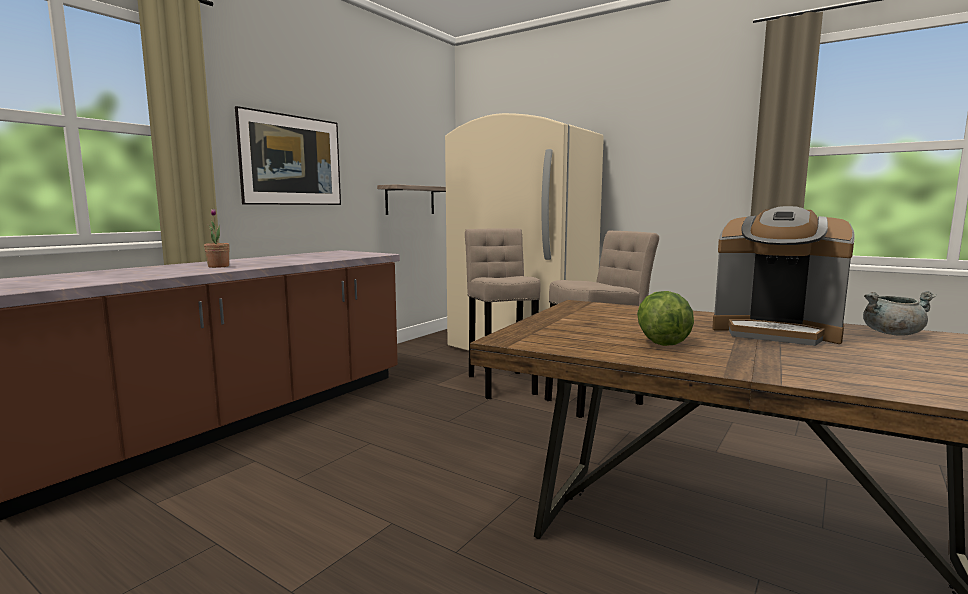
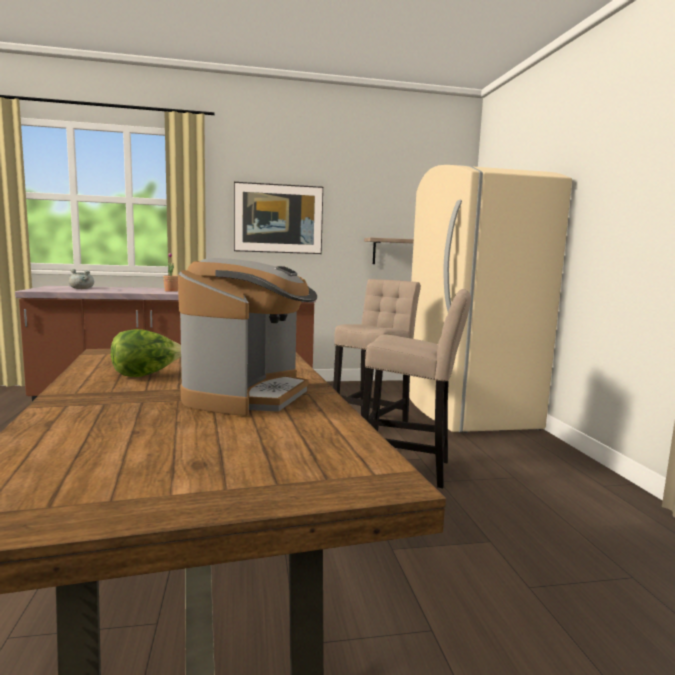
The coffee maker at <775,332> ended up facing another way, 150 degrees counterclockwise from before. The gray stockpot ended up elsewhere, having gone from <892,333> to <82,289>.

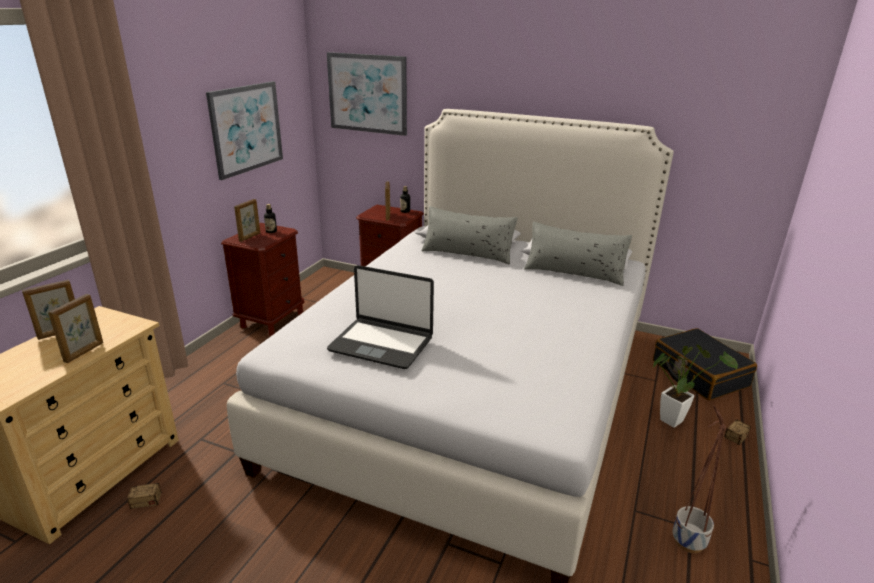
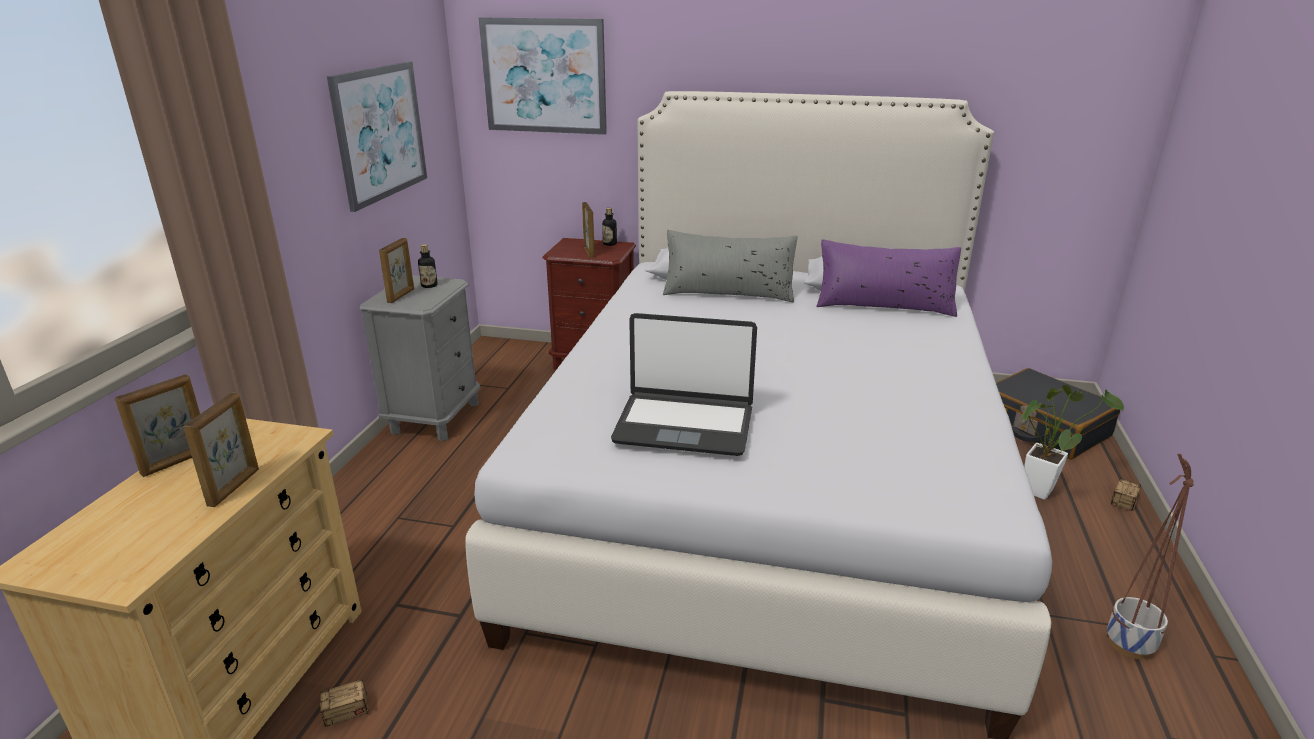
What was the gray throw pillow at <574,272> turned into the purple throw pillow at <884,305>. What was the brown night table at <272,319> turned into the gray night table at <435,417>.

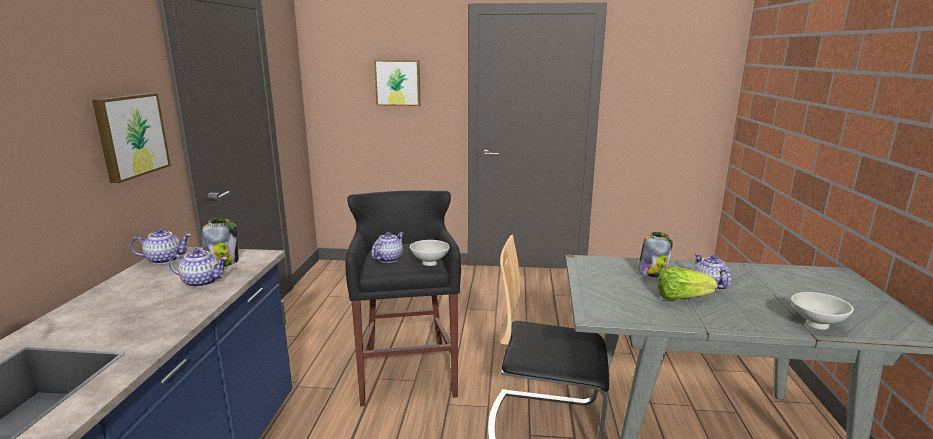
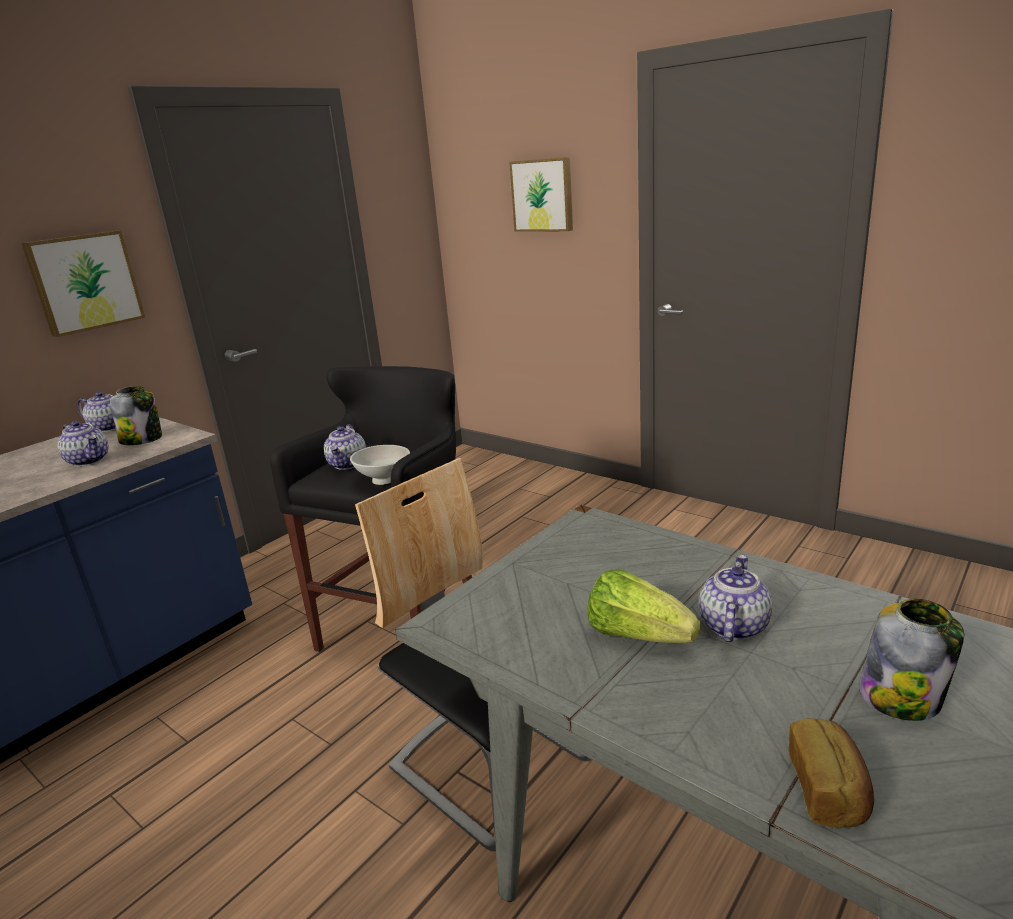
The teapot at <388,259> ended up facing another way, 120 degrees clockwise from before. The storage jar ended up elsewhere, having gone from <652,272> to <902,696>. Where the white bowl stood at <816,325>, the bakery bread came to stand at <829,790>.

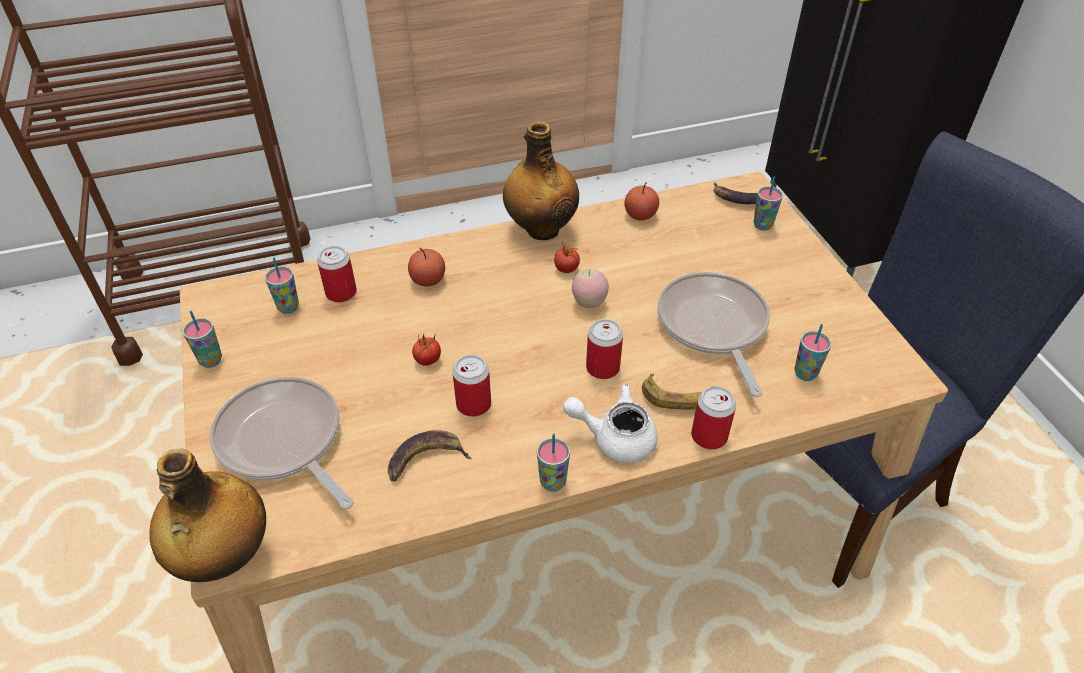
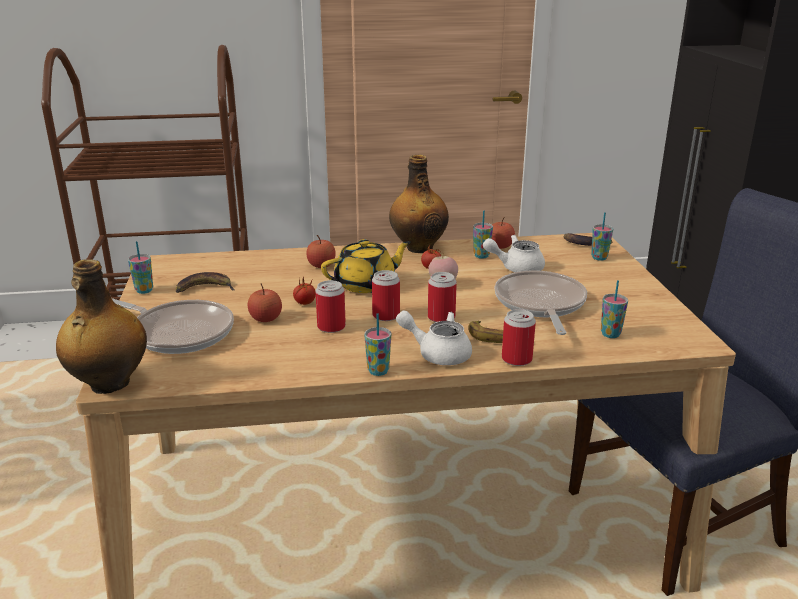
The metal can ended up elsewhere, having gone from <341,293> to <386,316>. The small cup ended up elsewhere, having gone from <288,307> to <481,256>. The skillet at <283,442> ended up facing another way, 150 degrees clockwise from before. The whole banana ended up elsewhere, having gone from <425,459> to <204,288>. The second view gained the white teapot at <516,268>. The second view gained the yellow teapot at <366,284>. The second view gained the apple fruit at <265,319>.

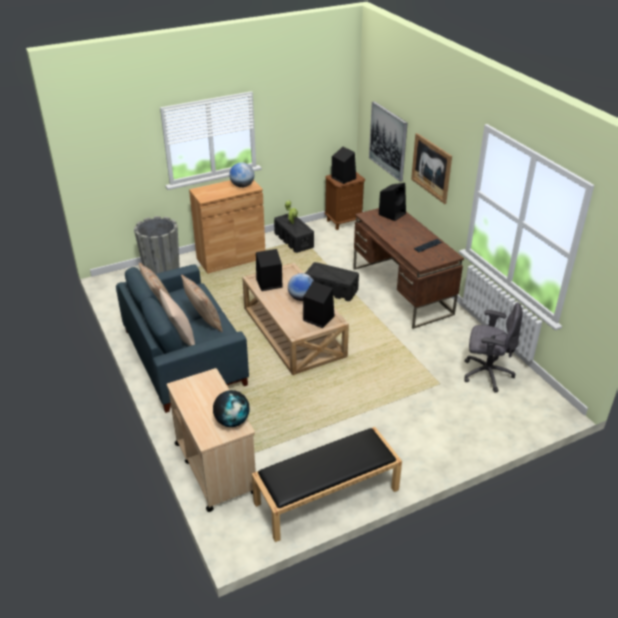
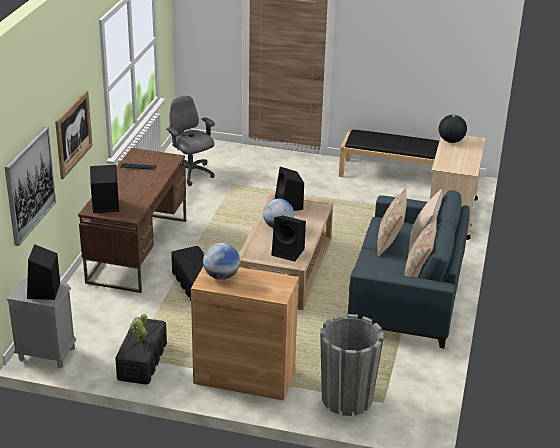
What was the brown night table at <344,221> turned into the gray night table at <46,354>.

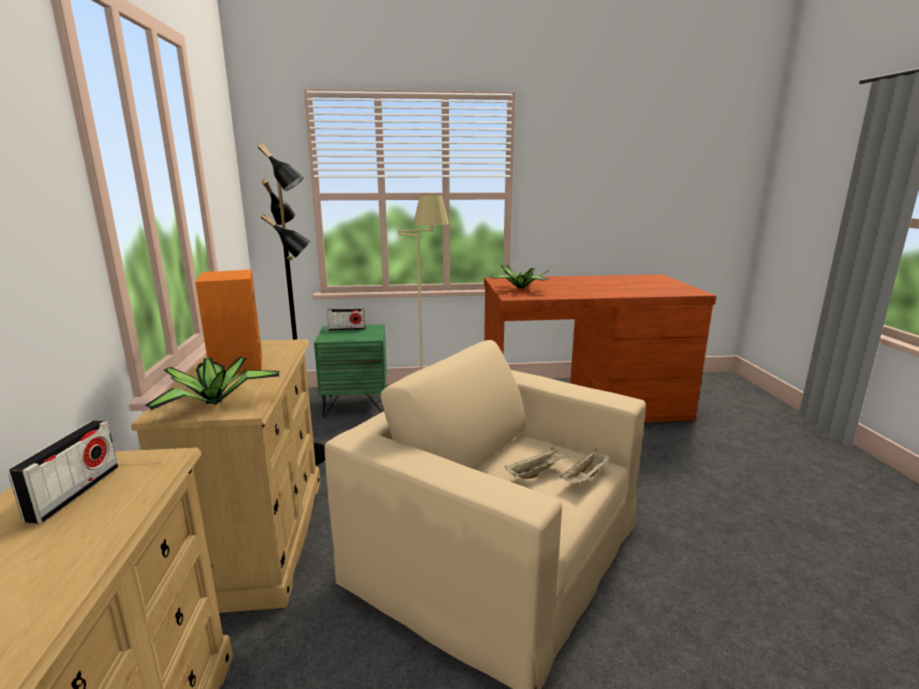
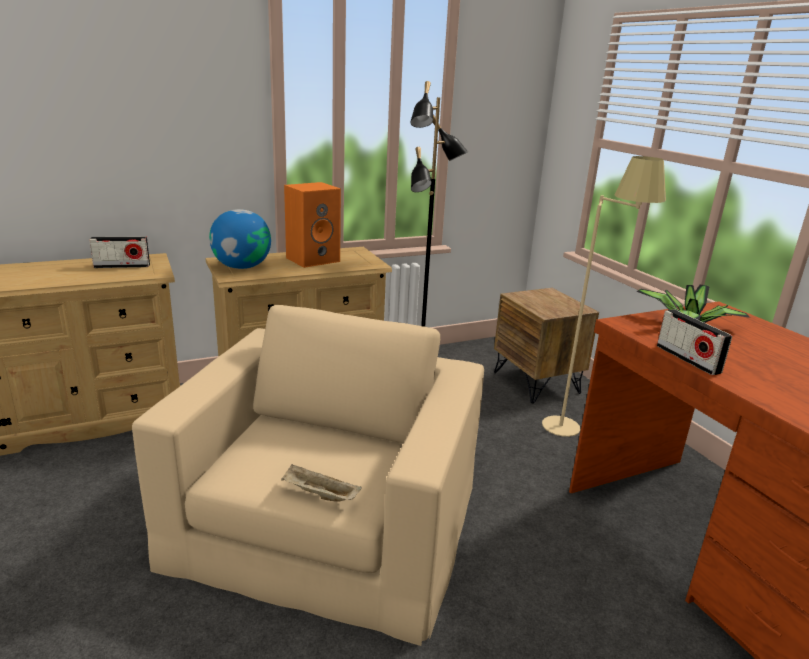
The radio set ended up elsewhere, having gone from <347,329> to <687,359>. What was the green night table at <356,404> turned into the brown night table at <537,383>. Where the plant in a pot stood at <214,402>, the world globe came to stand at <242,267>. The second view lost the beige serving tray at <536,472>.

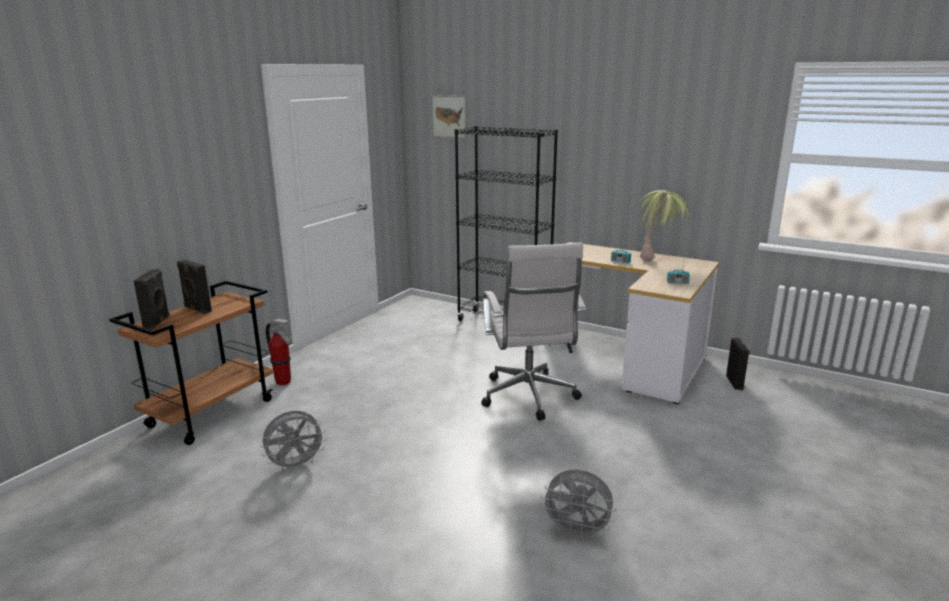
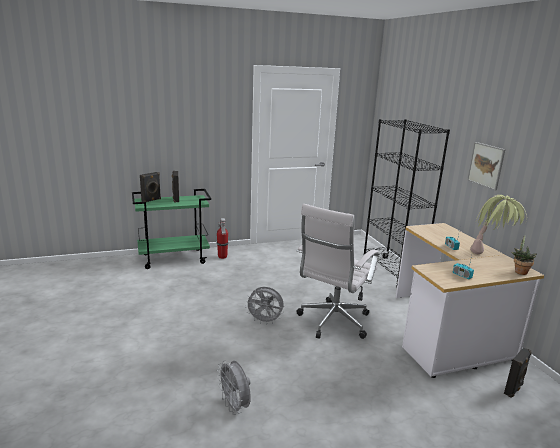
The picture ended up elsewhere, having gone from <449,116> to <486,165>. What was the brown wheeled cart at <212,413> turned into the green wheeled cart at <174,258>. The gray fan ended up elsewhere, having gone from <296,465> to <265,321>. The second view gained the plant in a pot at <519,271>.

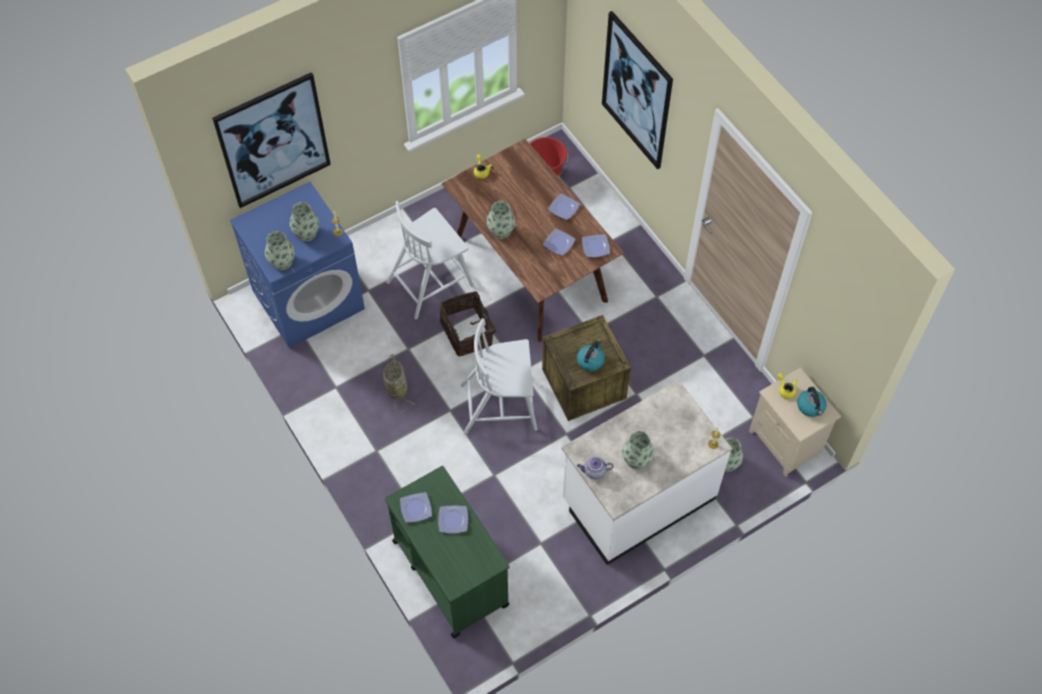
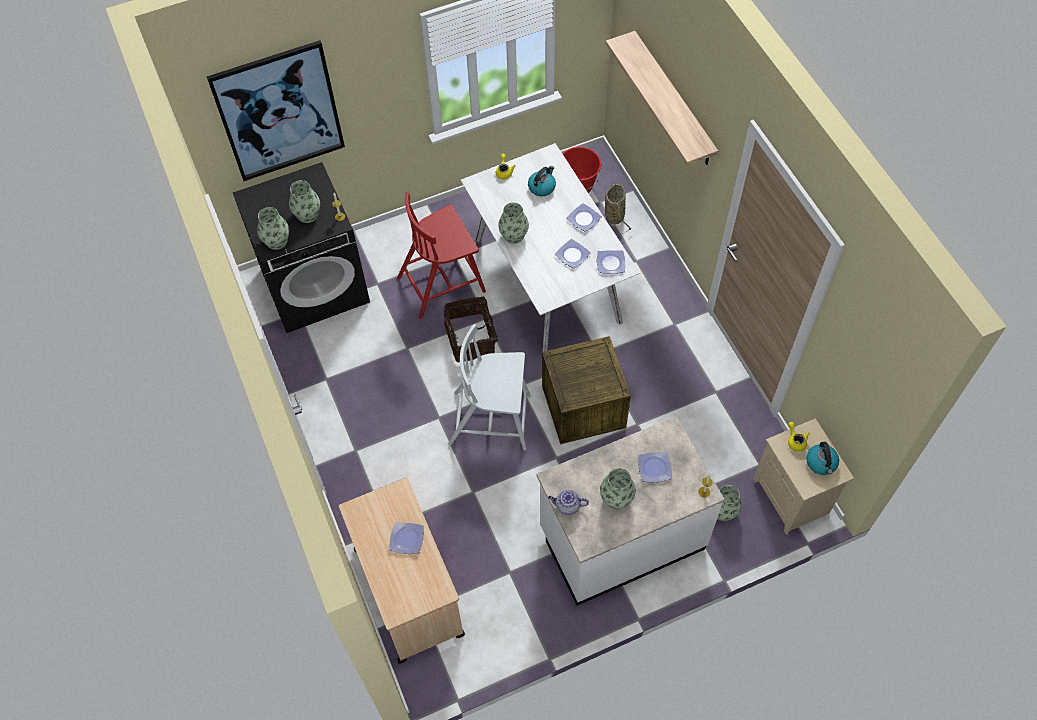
Where the picture hung at <637,91>, the shelf came to hang at <673,100>. What was the brown dinner table at <529,268> turned into the white dinner table at <546,280>. What was the blue washing machine at <308,299> turned into the black washing machine at <315,285>. What was the white chair at <431,283> turned into the red-coloured chair at <442,283>. The tea kettle ended up elsewhere, having gone from <590,360> to <542,187>. The basket ended up elsewhere, having gone from <397,388> to <614,215>. What was the green wheeled cart at <450,572> turned into the beige wheeled cart at <408,590>. The dinner plate ended up elsewhere, having gone from <415,509> to <654,469>.

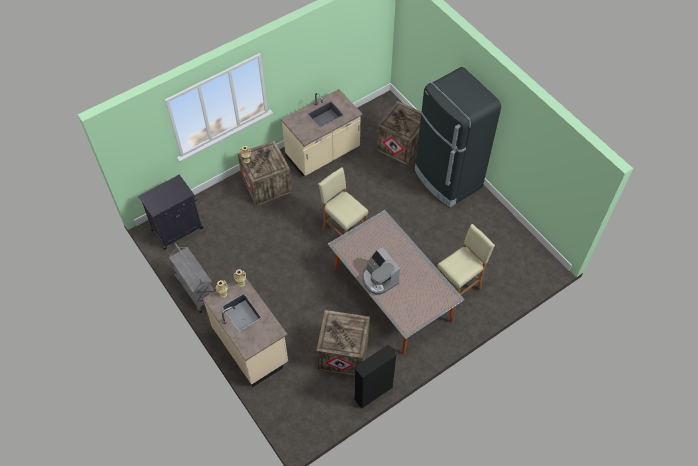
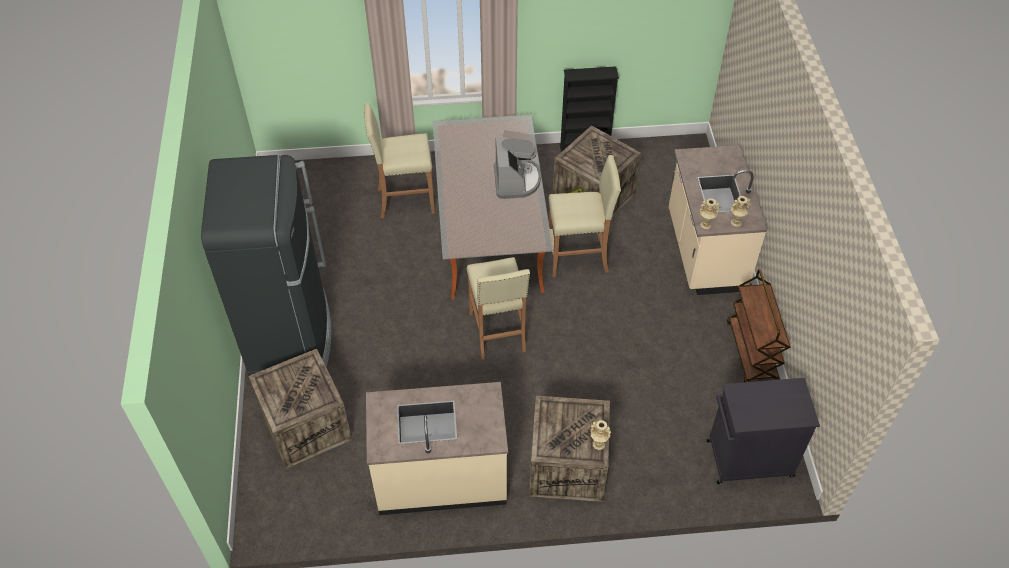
What was the gray wheeled cart at <196,289> turned into the brown wheeled cart at <752,352>. The second view gained the beige stool seat at <578,258>.

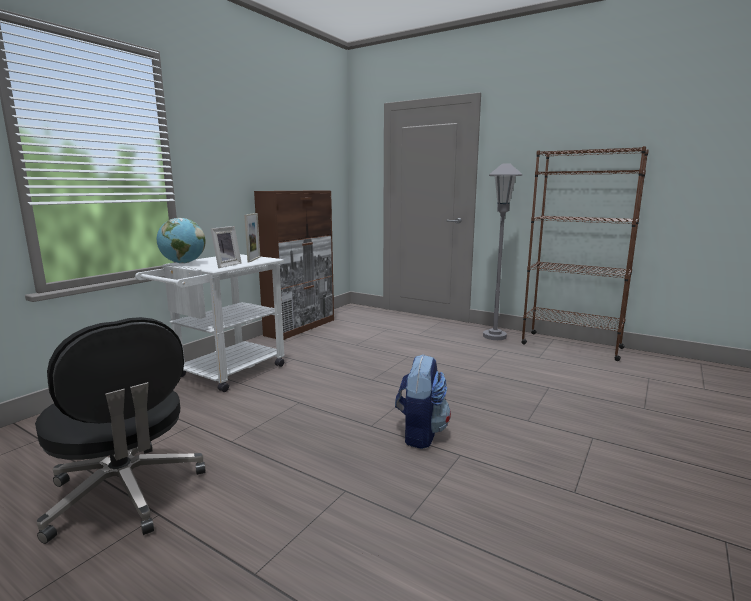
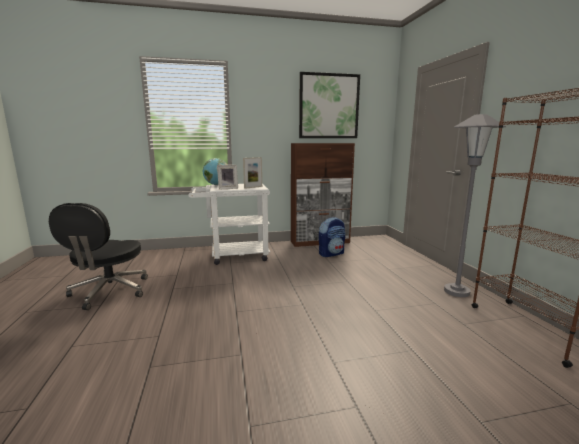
The rucksack ended up elsewhere, having gone from <420,433> to <331,254>. The second view gained the picture at <329,106>.

